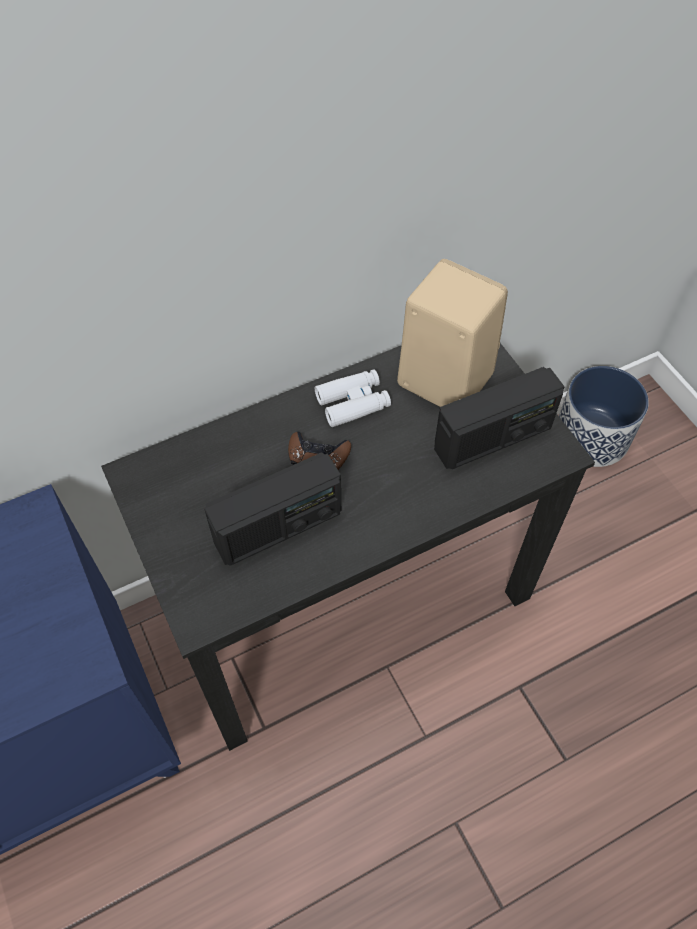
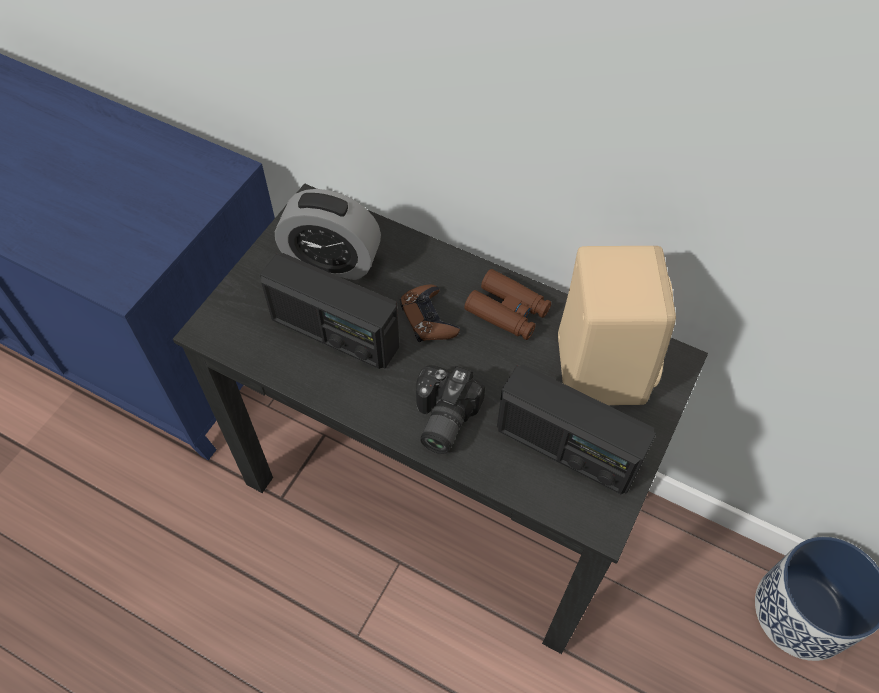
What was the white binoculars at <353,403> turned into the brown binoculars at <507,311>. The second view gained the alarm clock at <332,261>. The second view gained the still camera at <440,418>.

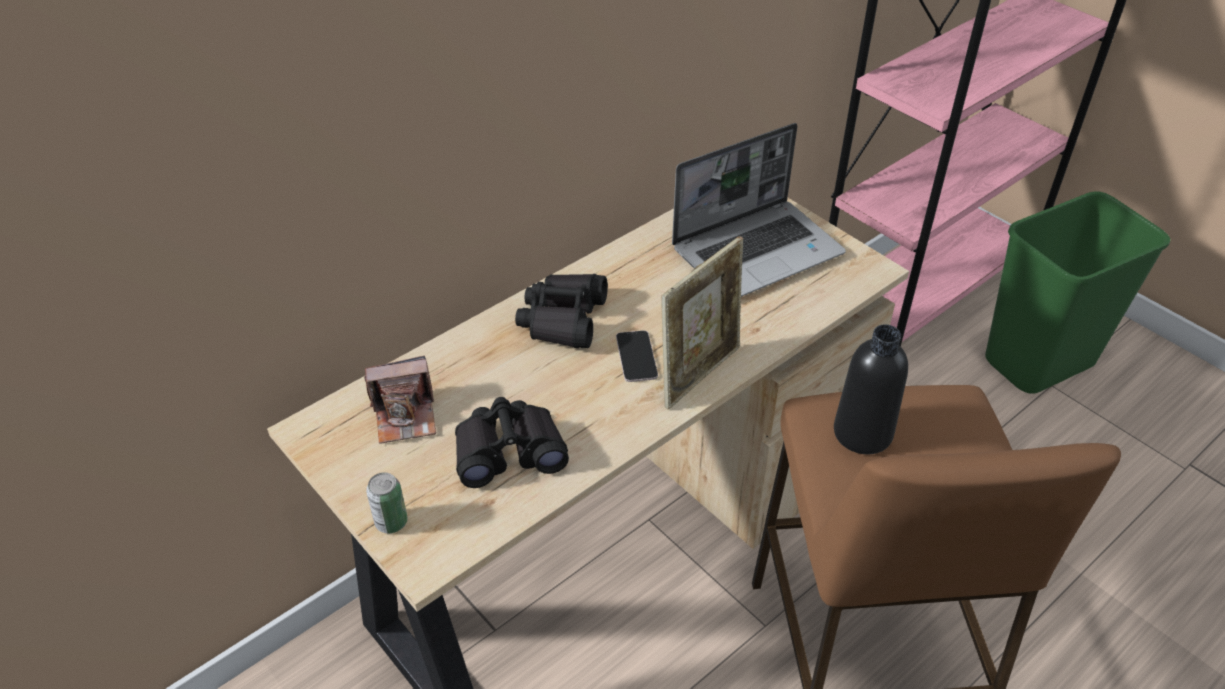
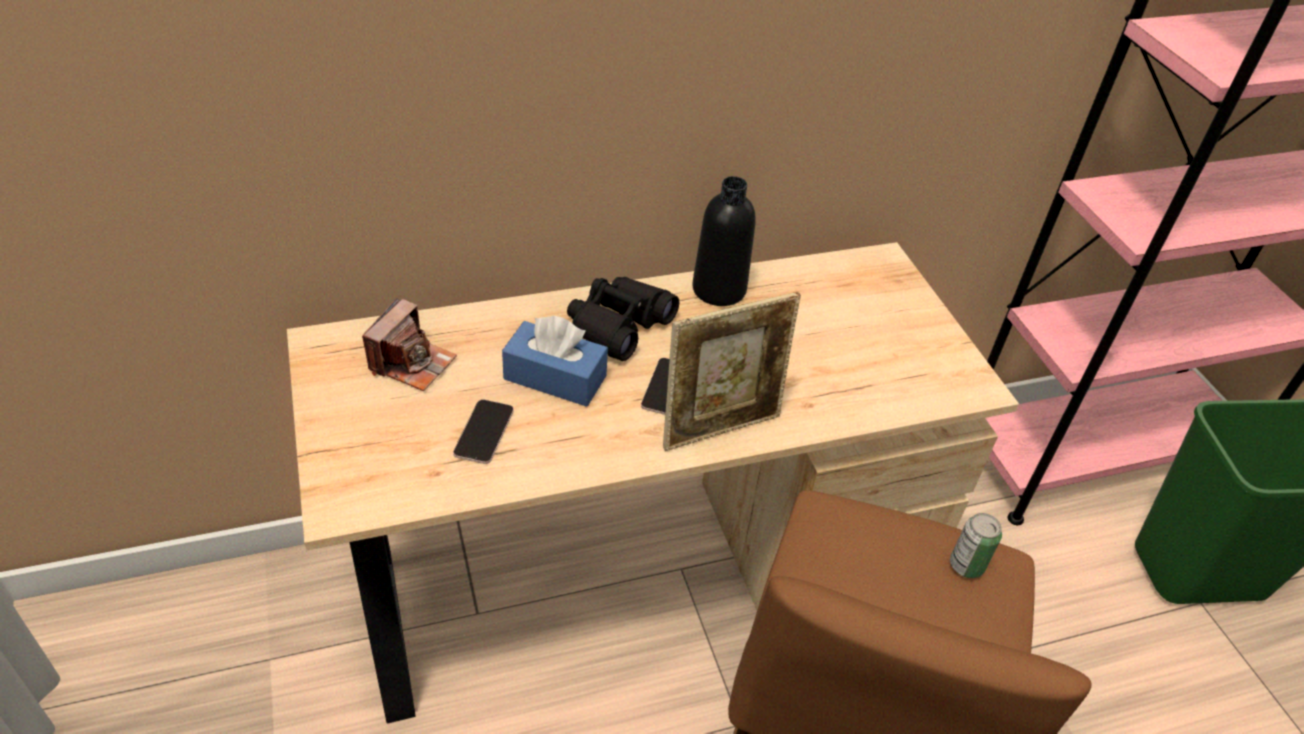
The second view lost the portable computer at <758,250>. The black drink bottle ended up elsewhere, having gone from <862,433> to <719,289>. The still camera at <405,416> ended up facing another way, 75 degrees counterclockwise from before. Where the black binoculars stood at <508,451>, the handset came to stand at <484,432>. The metal can ended up elsewhere, having gone from <391,522> to <966,565>. The second view gained the blue box of tissues at <555,377>.

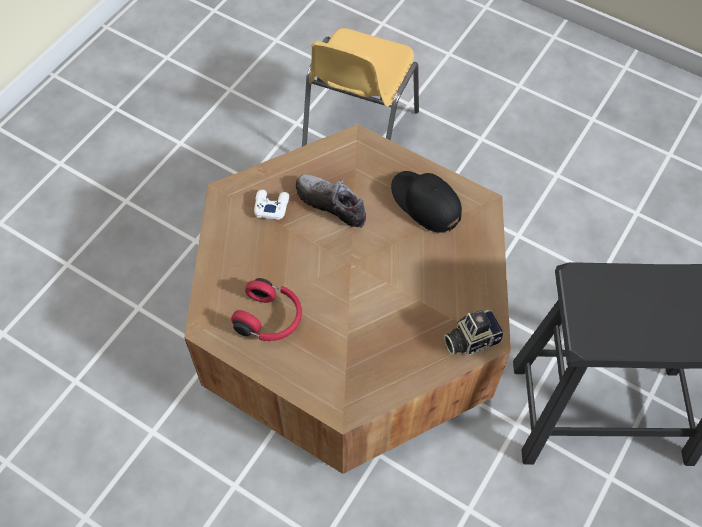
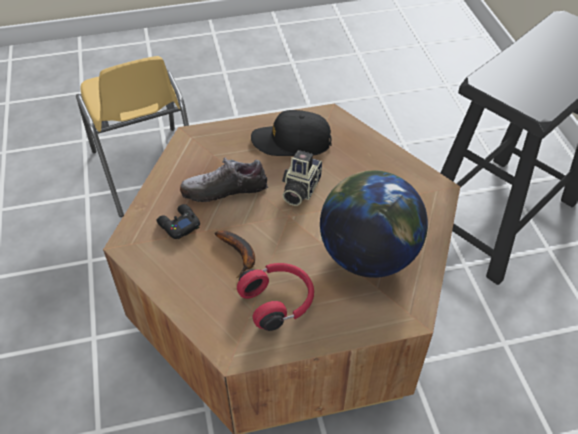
What was the white gamepad at <271,206> turned into the black gamepad at <178,225>. The still camera ended up elsewhere, having gone from <470,339> to <299,189>. The second view gained the world globe at <368,255>. The second view gained the whole banana at <240,254>.

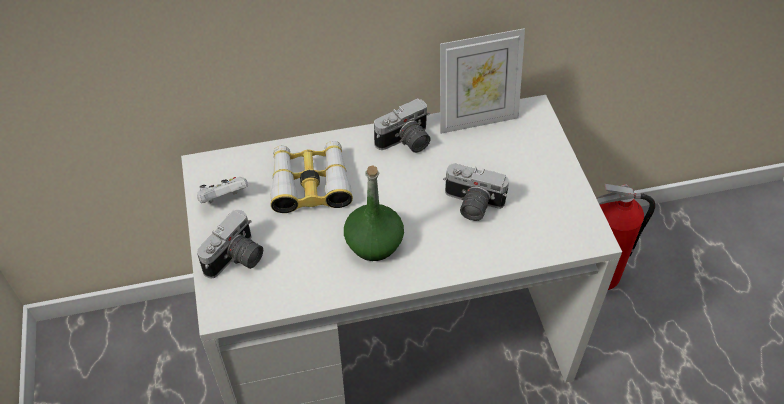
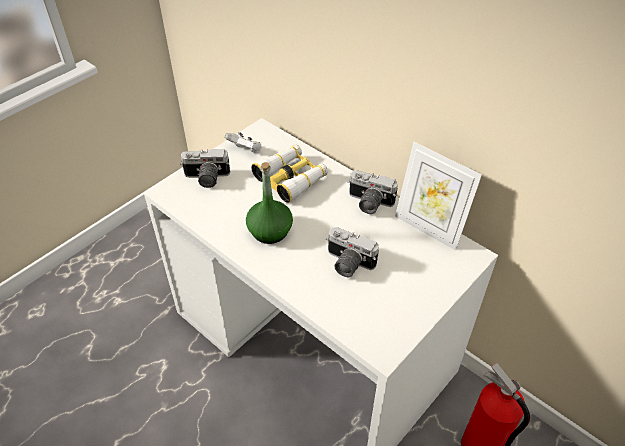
The still camera at <471,205> ended up facing another way, 45 degrees counterclockwise from before.

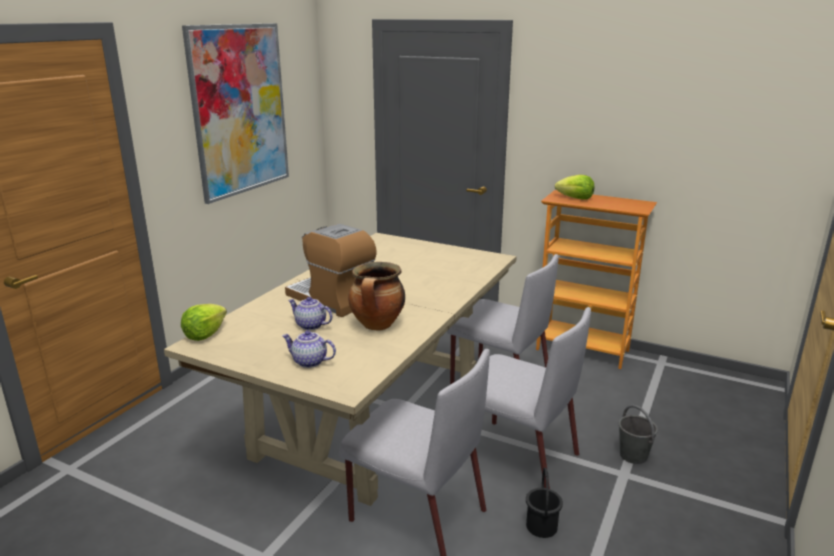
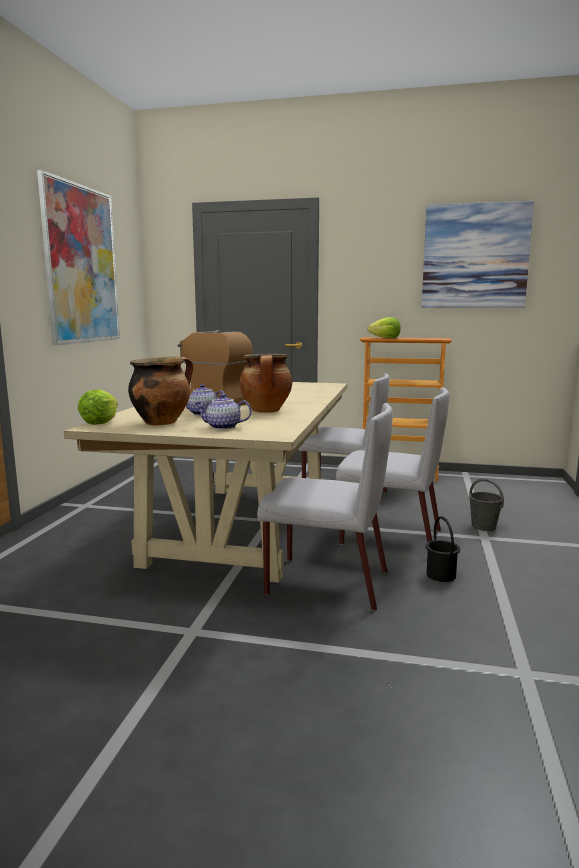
The second view gained the picture at <475,256>. The second view gained the stockpot at <162,422>.

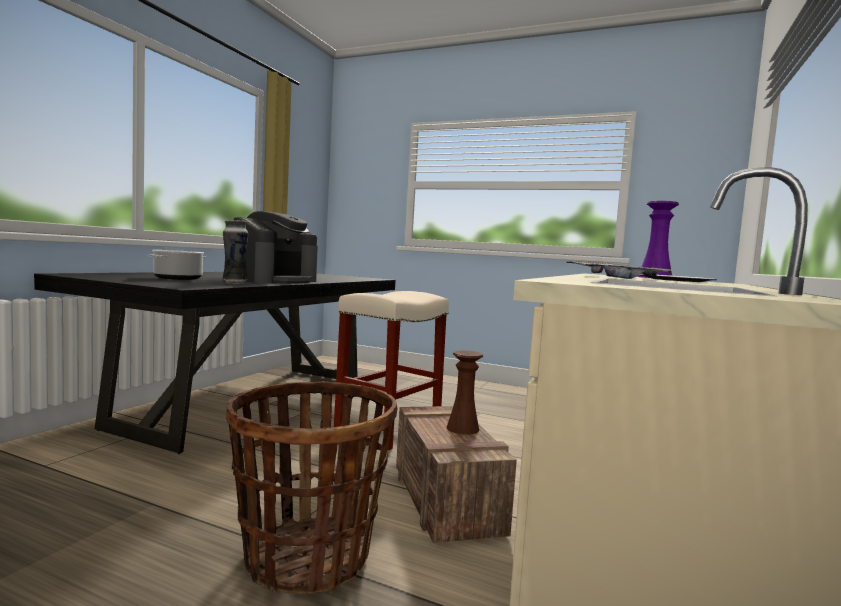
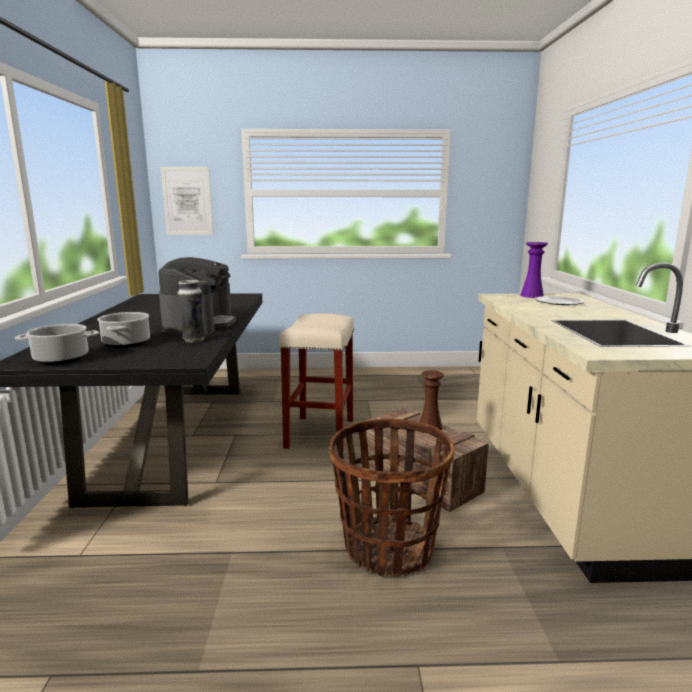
The second view lost the serving tray at <617,277>. The second view gained the picture at <187,201>. The second view gained the stockpot at <62,359>.

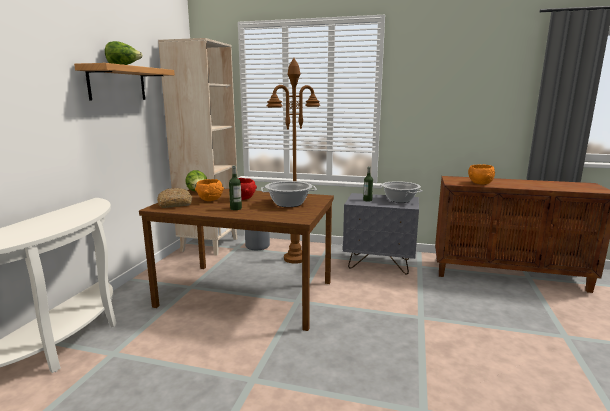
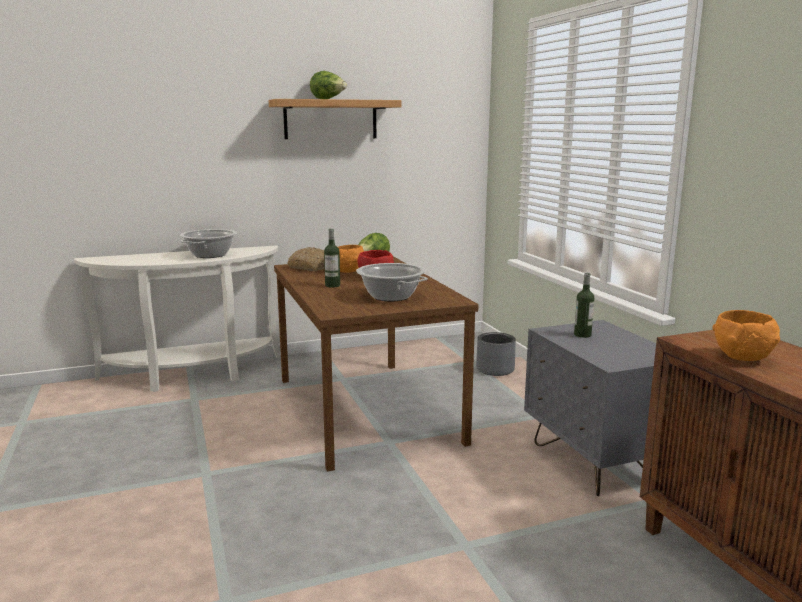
The second view lost the beige bookcase at <209,244>. The second view lost the brown floor lamp at <295,258>. The stockpot ended up elsewhere, having gone from <399,200> to <210,255>.

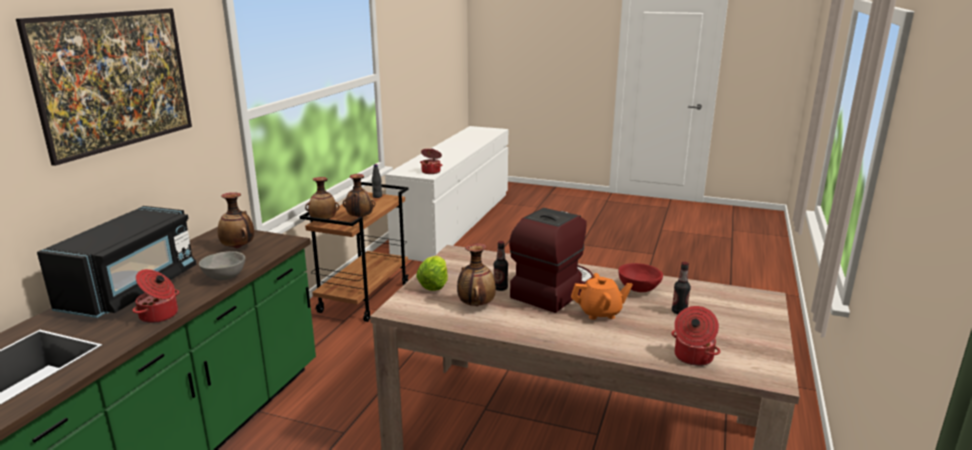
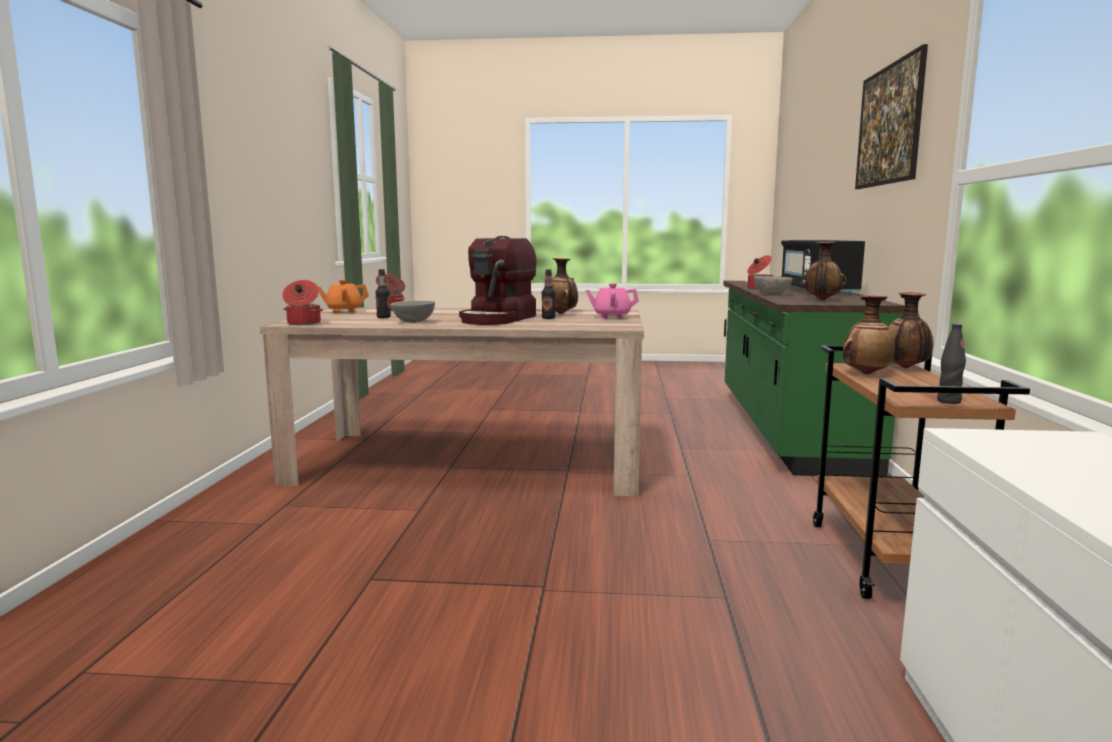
The stockpot ended up elsewhere, having gone from <431,171> to <303,323>. Where the lettuce head stood at <434,285>, the pink-coloured teapot came to stand at <611,317>. What was the red-coloured bowl at <638,289> turned into the gray bowl at <413,322>. The orange teapot ended up elsewhere, having gone from <600,312> to <344,311>.

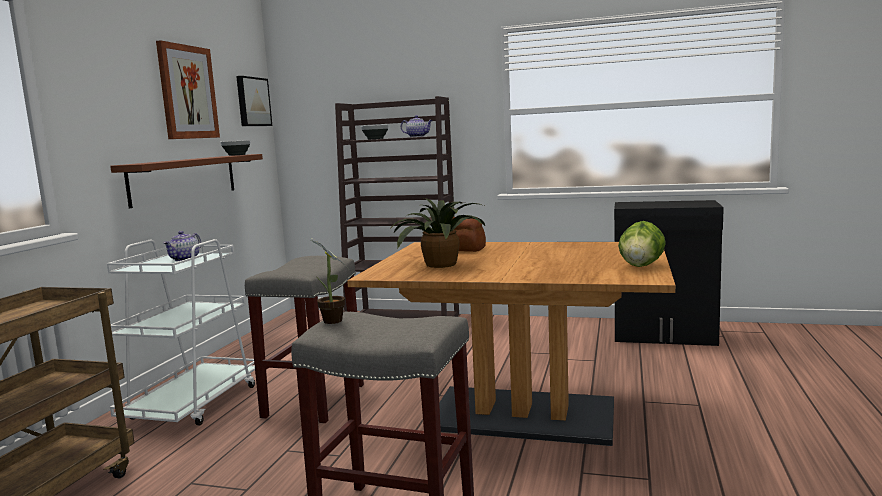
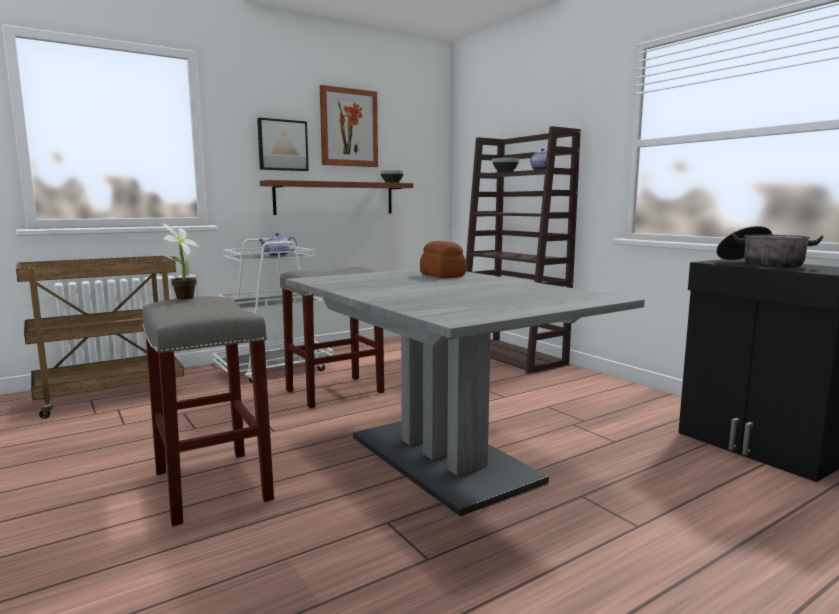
The picture ended up elsewhere, having gone from <252,102> to <282,145>. The second view lost the plant in a pot at <440,265>. The second view lost the lettuce head at <641,266>. What was the brown dinner table at <522,415> turned into the gray dinner table at <442,458>. The second view gained the stockpot at <761,264>.

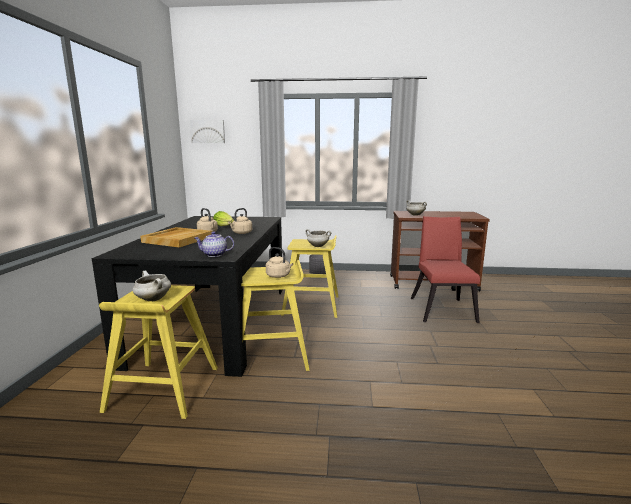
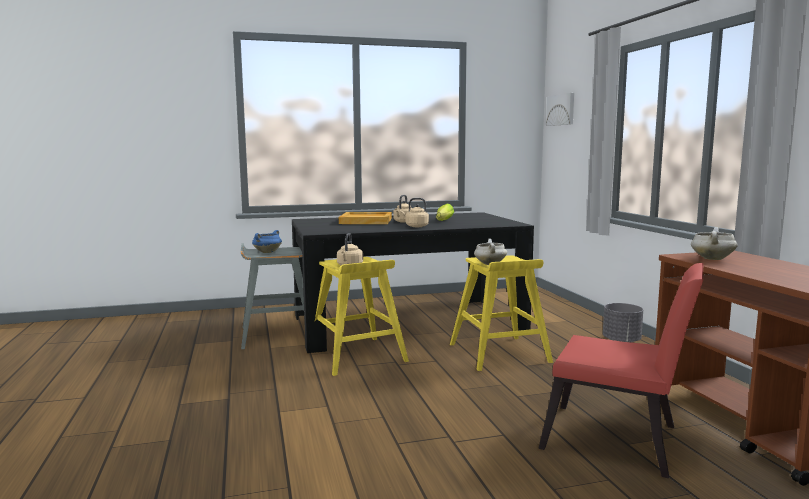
The red-coloured chair at <442,308> ended up facing another way, 45 degrees clockwise from before. The second view lost the teapot at <214,255>. What was the white stockpot at <152,299> turned into the blue stockpot at <267,252>. What was the yellow stool seat at <163,389> turned into the gray stool seat at <276,334>.

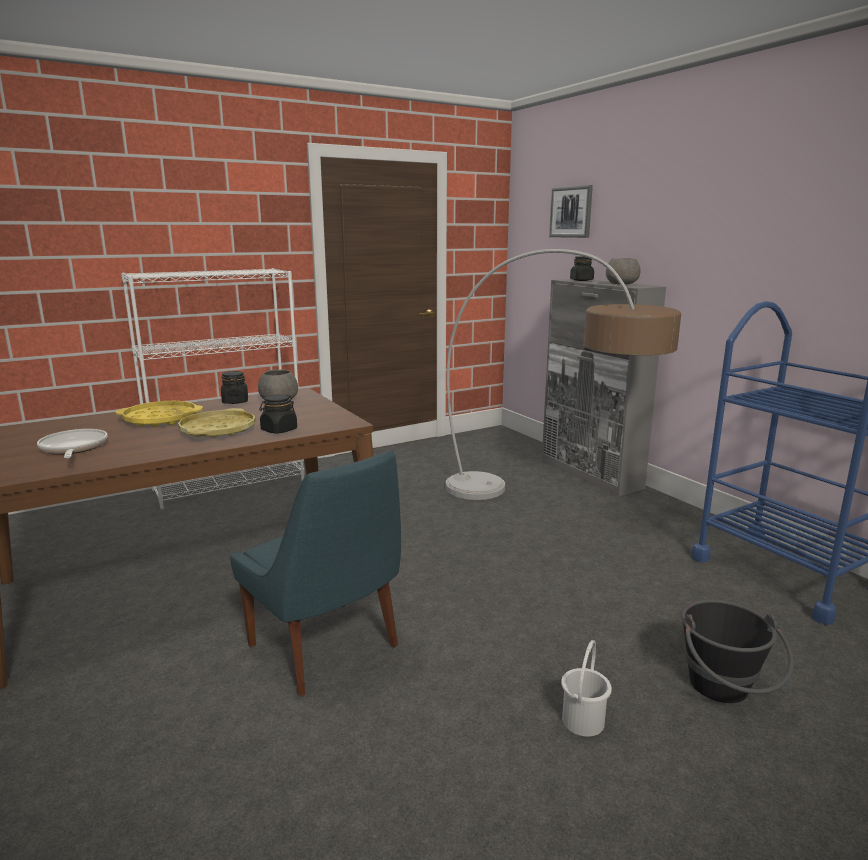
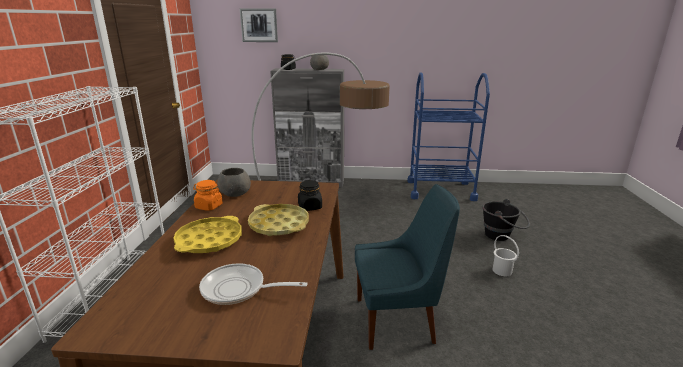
What was the black storage jar at <235,401> turned into the orange storage jar at <208,206>.

